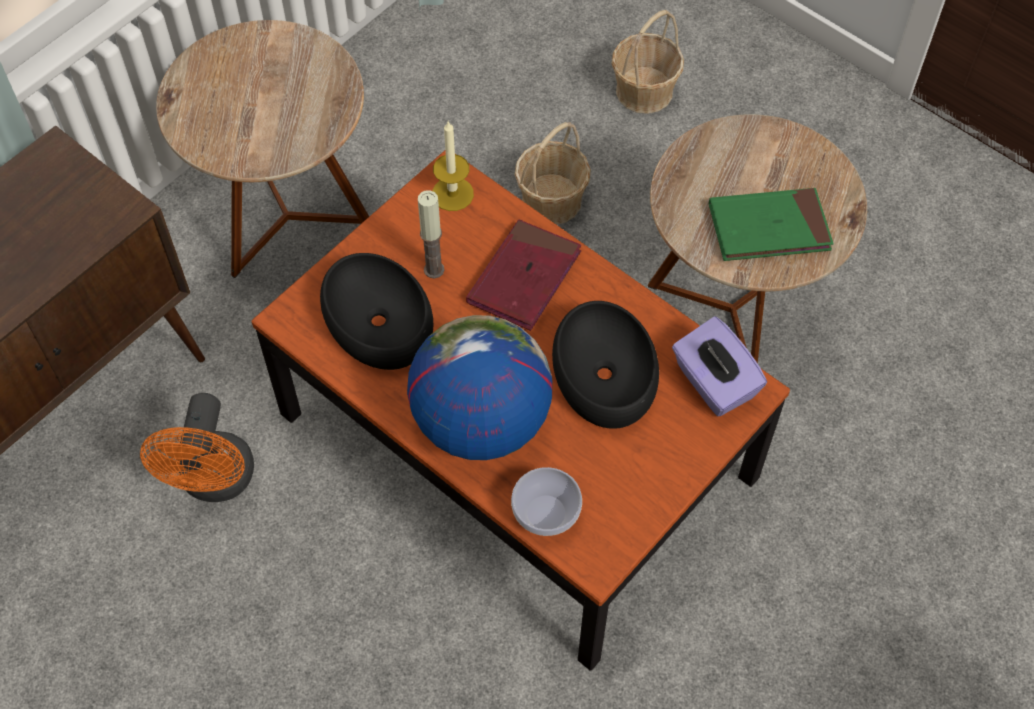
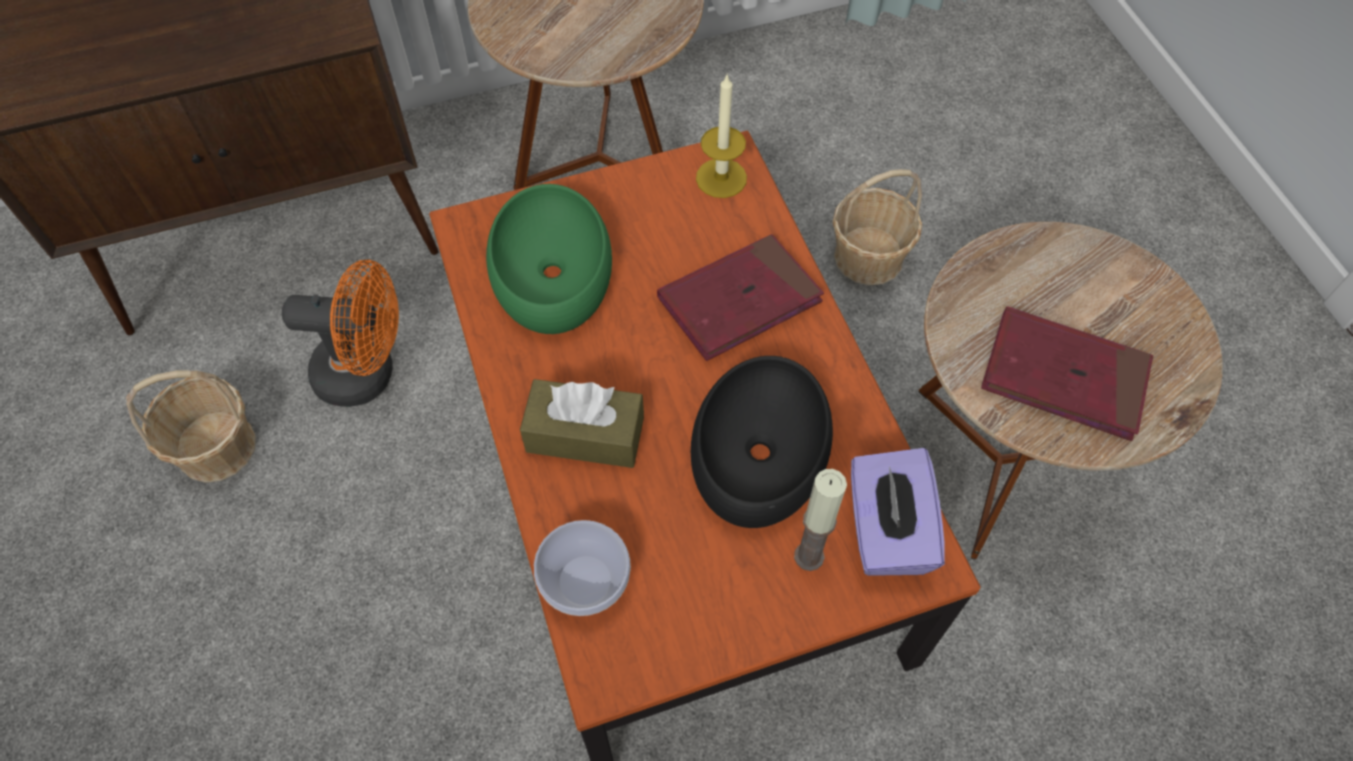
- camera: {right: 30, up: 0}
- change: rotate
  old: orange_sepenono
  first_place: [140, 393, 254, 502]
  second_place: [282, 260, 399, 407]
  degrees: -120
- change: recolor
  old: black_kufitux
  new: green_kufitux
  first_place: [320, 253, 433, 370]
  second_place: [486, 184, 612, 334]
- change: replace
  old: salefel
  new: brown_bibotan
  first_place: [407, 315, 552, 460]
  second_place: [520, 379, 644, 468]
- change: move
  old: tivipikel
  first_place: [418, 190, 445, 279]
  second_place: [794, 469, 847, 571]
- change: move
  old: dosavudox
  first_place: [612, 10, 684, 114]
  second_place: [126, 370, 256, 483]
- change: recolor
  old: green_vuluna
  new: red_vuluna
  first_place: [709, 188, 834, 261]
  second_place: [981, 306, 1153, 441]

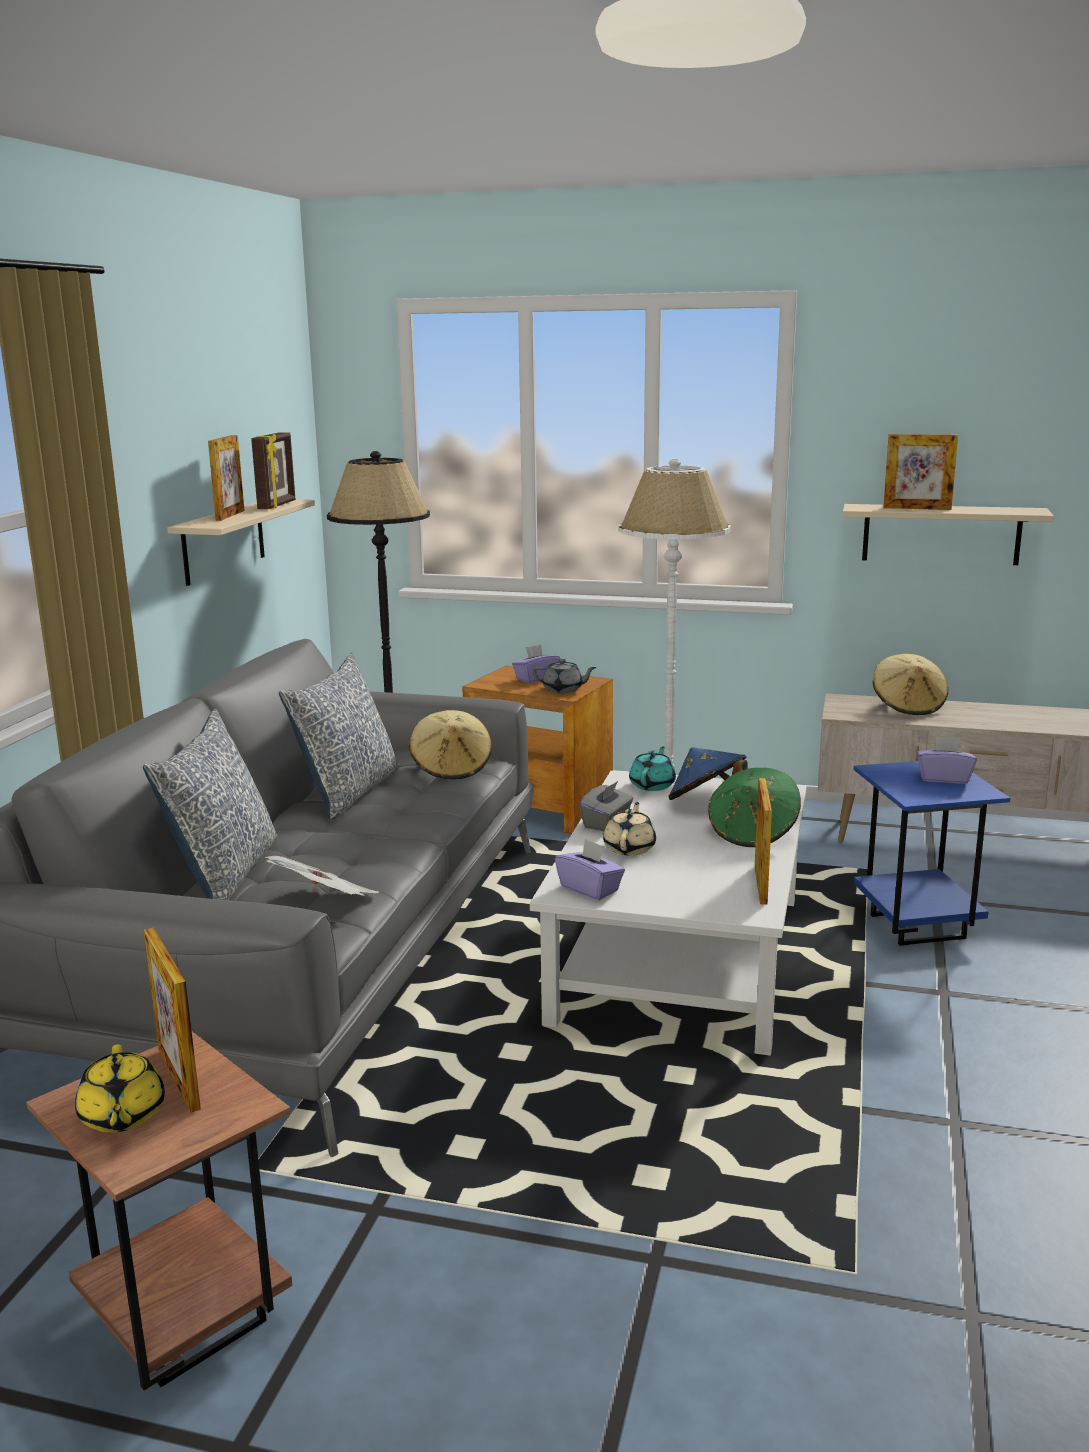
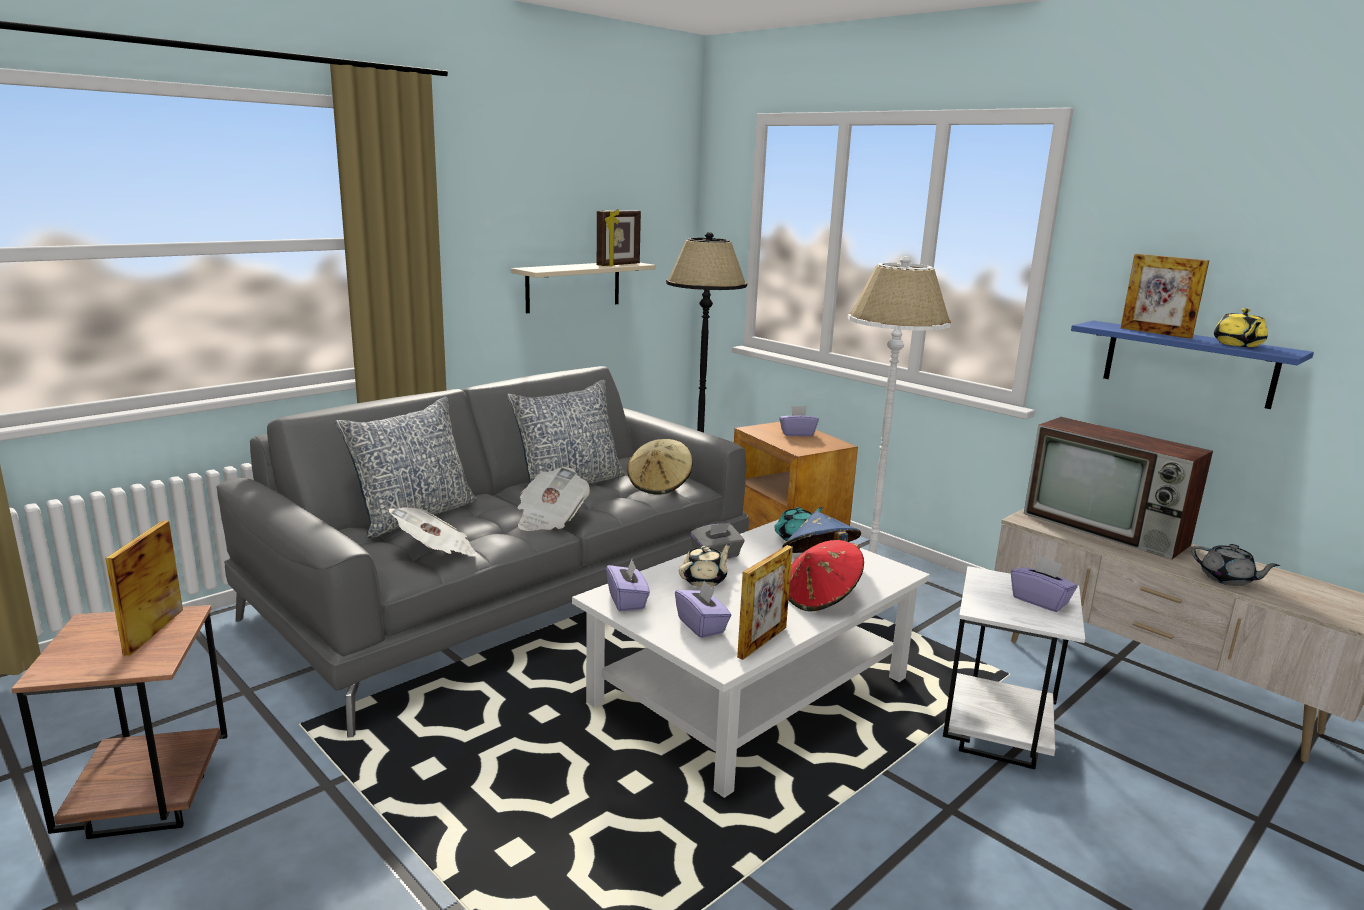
- camera: {right: 30, up: 0}
- change: move
  old: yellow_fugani
  first_place: [75, 1044, 165, 1133]
  second_place: [1214, 308, 1268, 347]
- change: delete
  old: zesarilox
  first_place: [208, 435, 245, 521]
- change: move
  old: grey_fugani
  first_place: [533, 659, 597, 693]
  second_place: [1191, 544, 1280, 586]
- change: recolor
  old: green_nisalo
  new: red_nisalo
  first_place: [708, 768, 801, 847]
  second_place: [788, 540, 864, 612]
- change: recolor
  old: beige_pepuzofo
  new: blue_pepuzofo
  first_place: [842, 504, 1054, 565]
  second_place: [1071, 320, 1314, 409]
- change: recolor
  old: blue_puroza
  new: white_puroza
  first_place: [854, 761, 1010, 946]
  second_place: [943, 566, 1085, 769]
- change: replace
  old: beige_nisalo
  new: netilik
  first_place: [873, 654, 948, 715]
  second_place: [1024, 417, 1213, 560]
- change: insert
  new: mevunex
  second_place: [517, 467, 590, 531]
- change: insert
  new: purple_bibotan
  second_place: [675, 581, 731, 638]

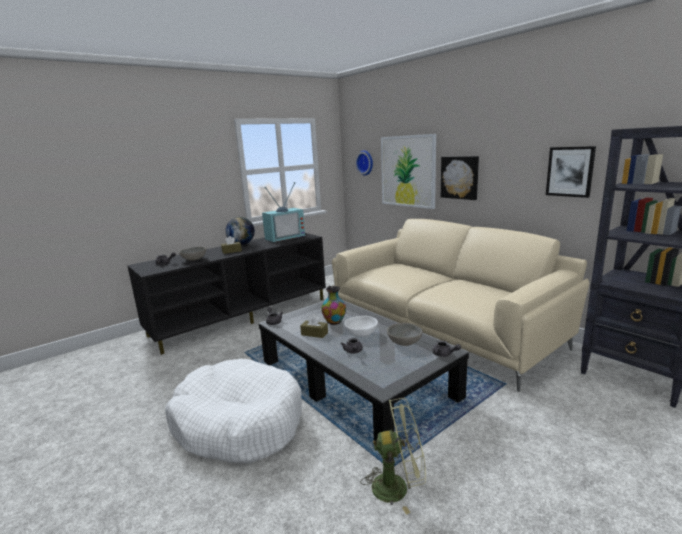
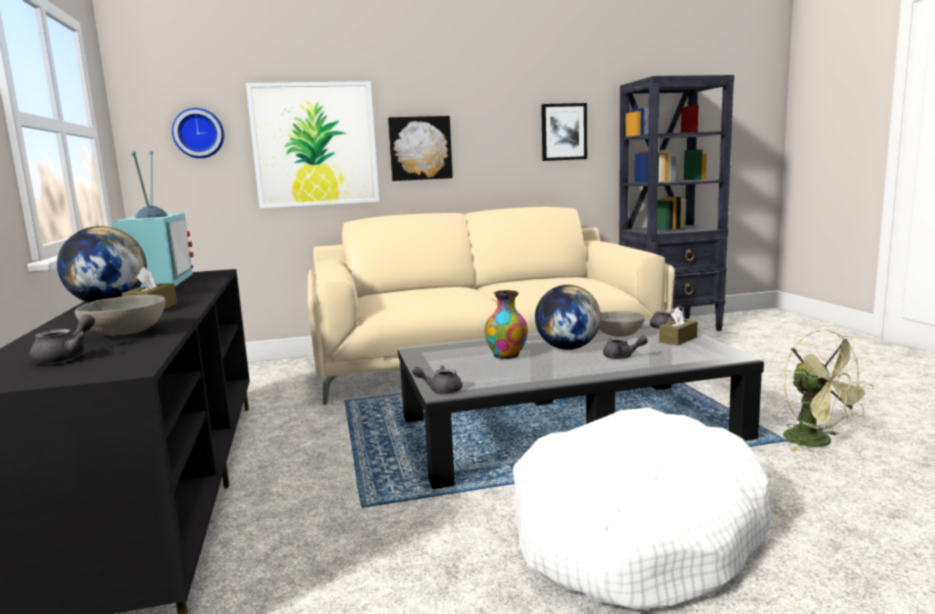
- camera: {right: -65, up: -5}
- change: move
  old: brown_bibotan
  first_place: [300, 314, 328, 338]
  second_place: [659, 307, 697, 346]
- change: replace
  old: white_kufitux
  new: salefel
  first_place: [344, 316, 378, 337]
  second_place: [535, 285, 601, 350]
- change: rotate
  old: green_sepenono
  first_place: [361, 398, 426, 515]
  second_place: [783, 330, 874, 452]
  degrees: 135

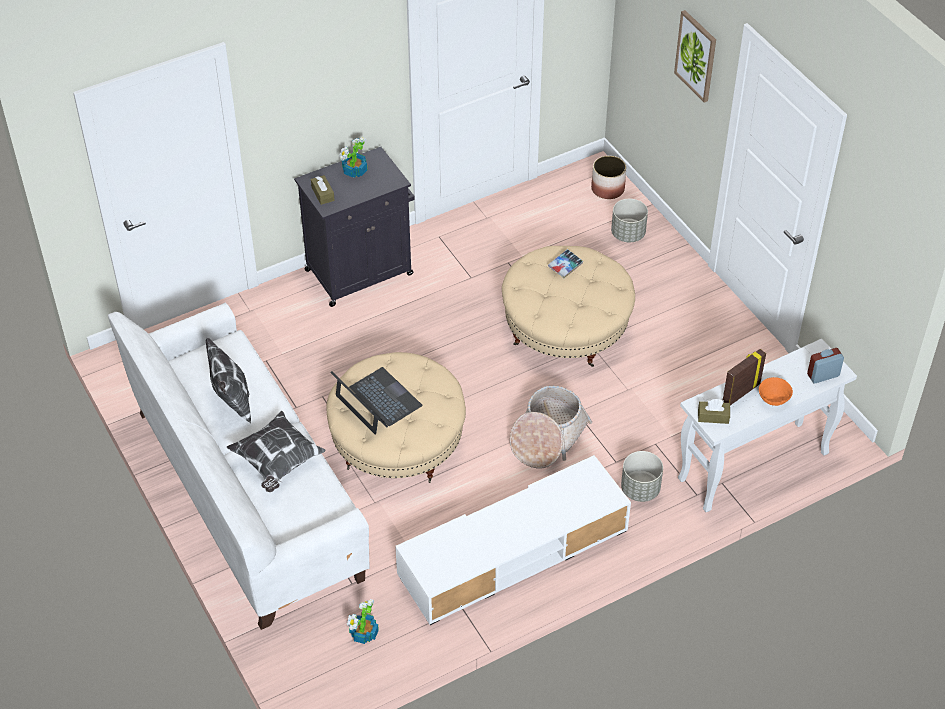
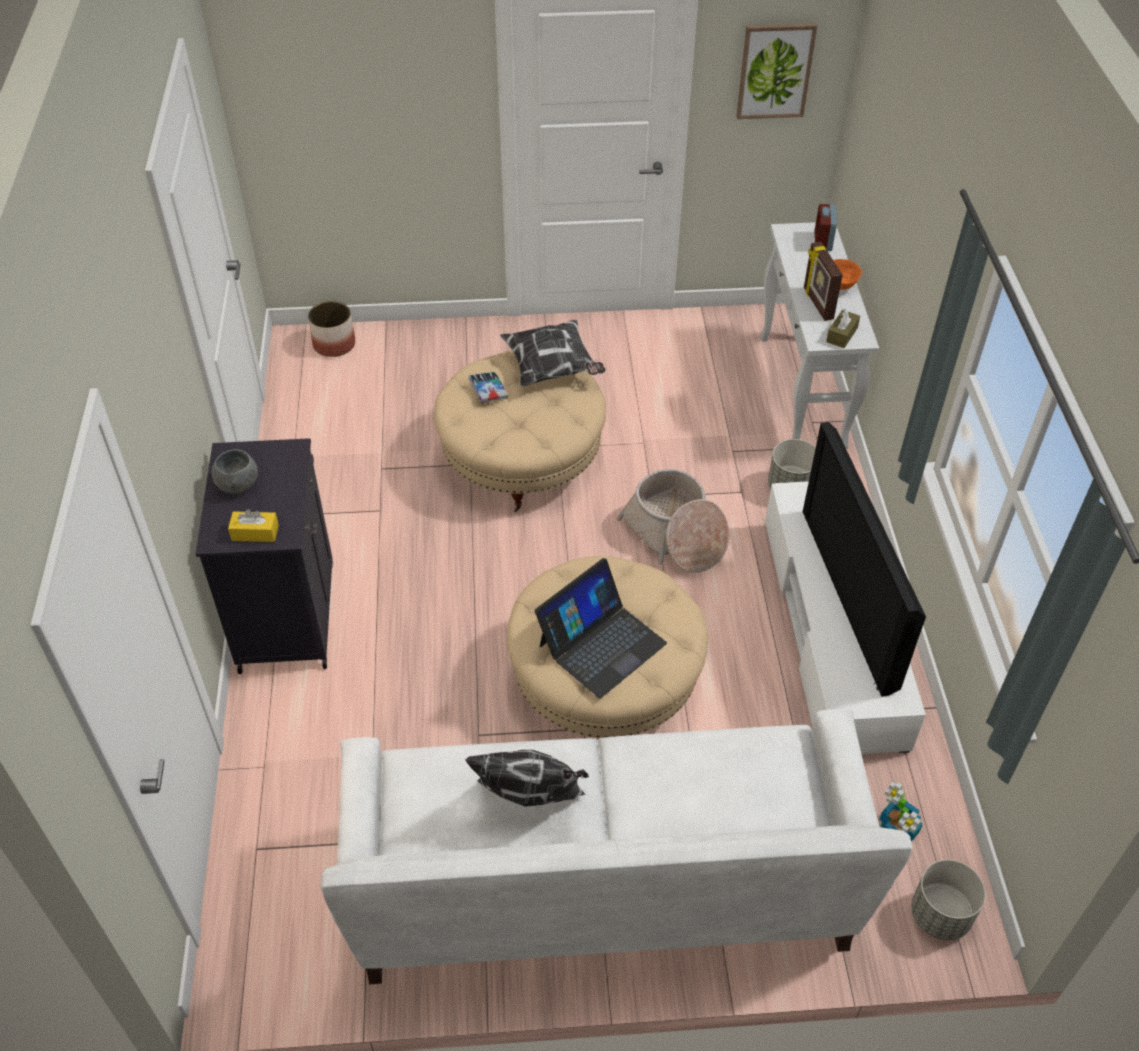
- camera: {right: -65, up: 0}
- change: move
  old: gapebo
  first_place: [227, 411, 325, 492]
  second_place: [500, 320, 606, 387]
- change: recolor
  old: brown_bibotan
  new: yellow_bibotan
  first_place: [311, 175, 335, 205]
  second_place: [228, 509, 279, 542]
- change: rotate
  old: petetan
  first_place: [330, 367, 423, 435]
  second_place: [535, 558, 667, 698]
  degrees: 150
- change: replace
  old: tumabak
  new: grey_kufitux
  first_place: [339, 137, 367, 178]
  second_place: [212, 449, 258, 494]
- change: move
  old: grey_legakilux
  first_place: [611, 199, 648, 242]
  second_place: [911, 860, 986, 940]
- change: move
  old: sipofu
  first_place: [674, 10, 716, 103]
  second_place: [736, 23, 817, 119]
- change: insert
  new: netilik
  second_place: [803, 422, 926, 697]

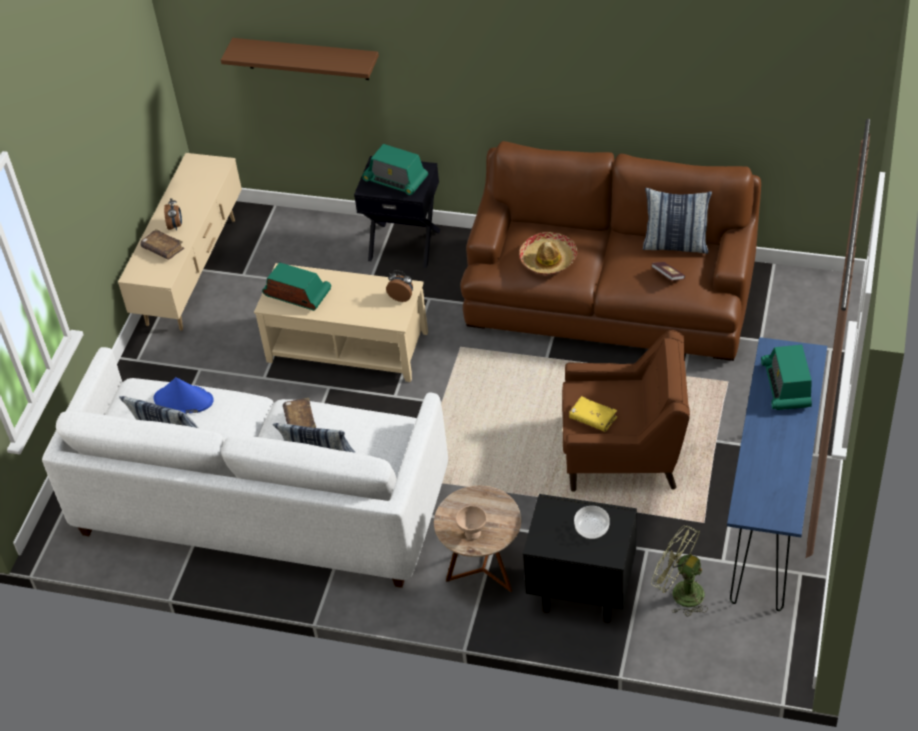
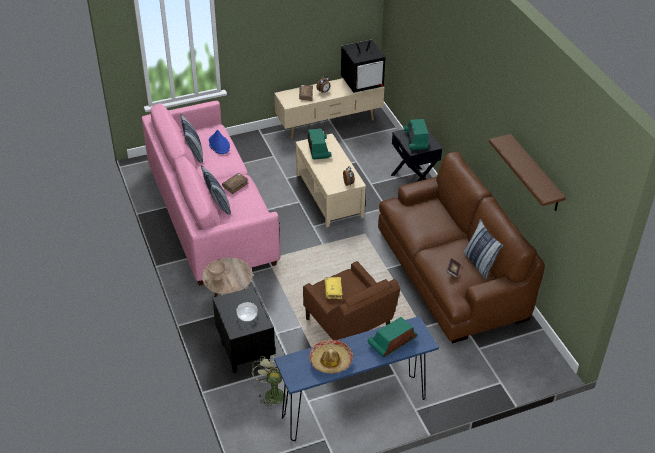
- camera: {right: 50, up: -5}
- change: recolor
  old: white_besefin
  new: pink_besefin
  first_place: [42, 347, 448, 588]
  second_place: [142, 101, 281, 286]
- change: move
  old: brown_pepuzofo
  first_place: [221, 38, 379, 80]
  second_place: [489, 134, 566, 211]
- change: move
  old: nisalo
  first_place: [519, 232, 577, 275]
  second_place: [309, 340, 353, 374]
- change: insert
  new: netilik
  second_place: [341, 40, 385, 93]

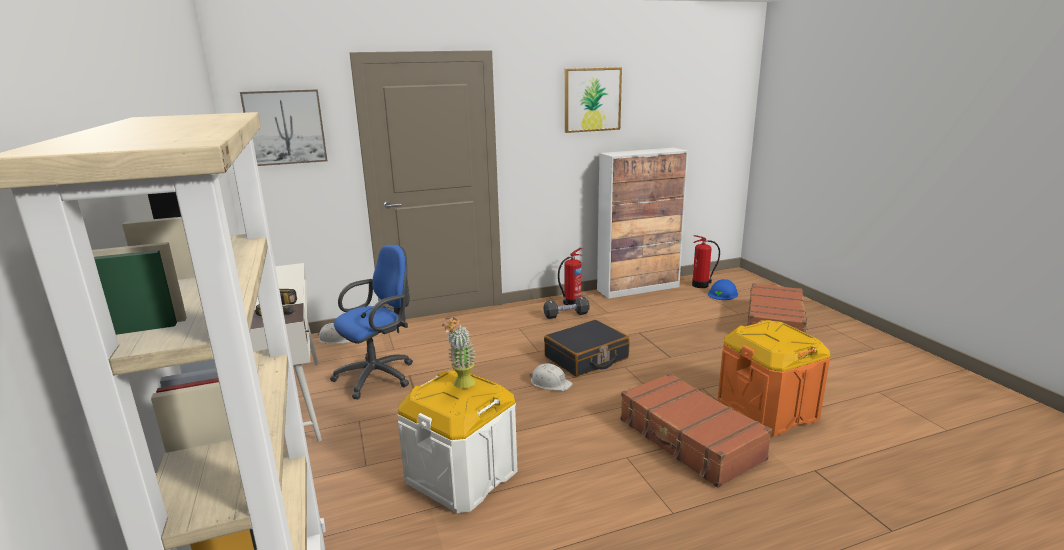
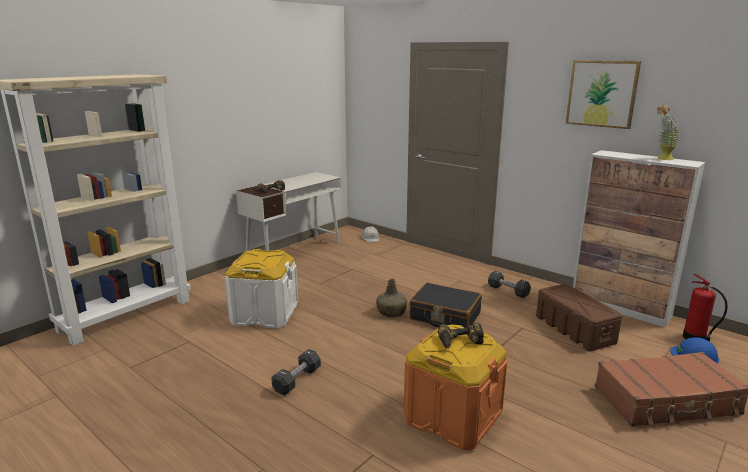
- camera: {right: 60, up: 0}
- change: delete
  old: sipofu
  first_place: [240, 89, 327, 166]
- change: delete
  old: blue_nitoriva
  first_place: [330, 245, 413, 399]
- change: move
  old: tumabak
  first_place: [442, 316, 476, 388]
  second_place: [657, 105, 680, 160]
- change: replace
  old: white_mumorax
  new: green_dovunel
  first_place: [529, 363, 573, 391]
  second_place: [376, 279, 407, 317]
- change: delete
  old: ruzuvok
  first_place: [558, 248, 582, 305]
- change: delete
  old: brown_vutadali
  first_place: [621, 373, 772, 488]
- change: insert
  new: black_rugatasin
  second_place: [271, 349, 321, 395]
- change: insert
  new: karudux
  second_place: [438, 323, 484, 348]
- change: insert
  new: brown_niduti
  second_place: [536, 284, 622, 351]

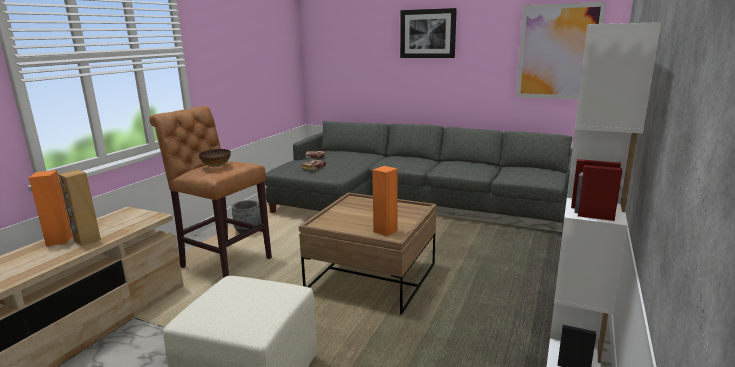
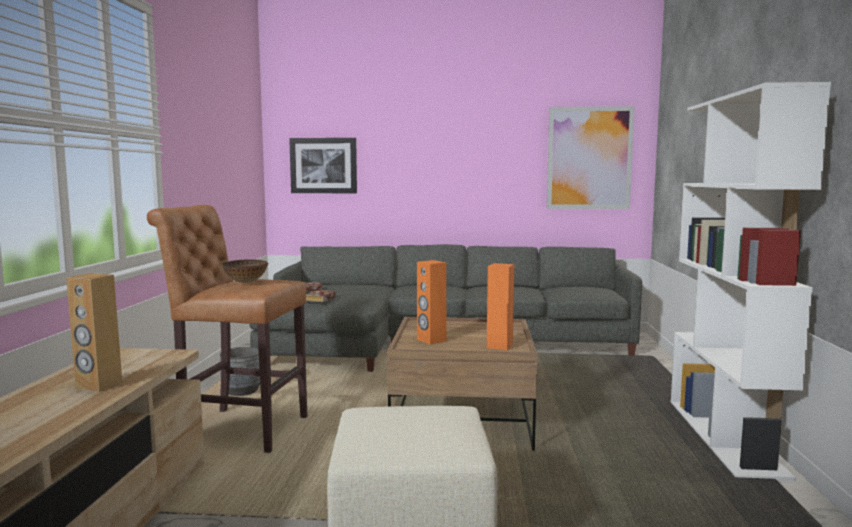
- camera: {right: -20, up: -10}
- change: move
  old: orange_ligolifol
  first_place: [29, 170, 72, 246]
  second_place: [417, 260, 446, 345]
- change: move
  old: sipofu
  first_place: [400, 8, 457, 58]
  second_place: [289, 138, 357, 193]

